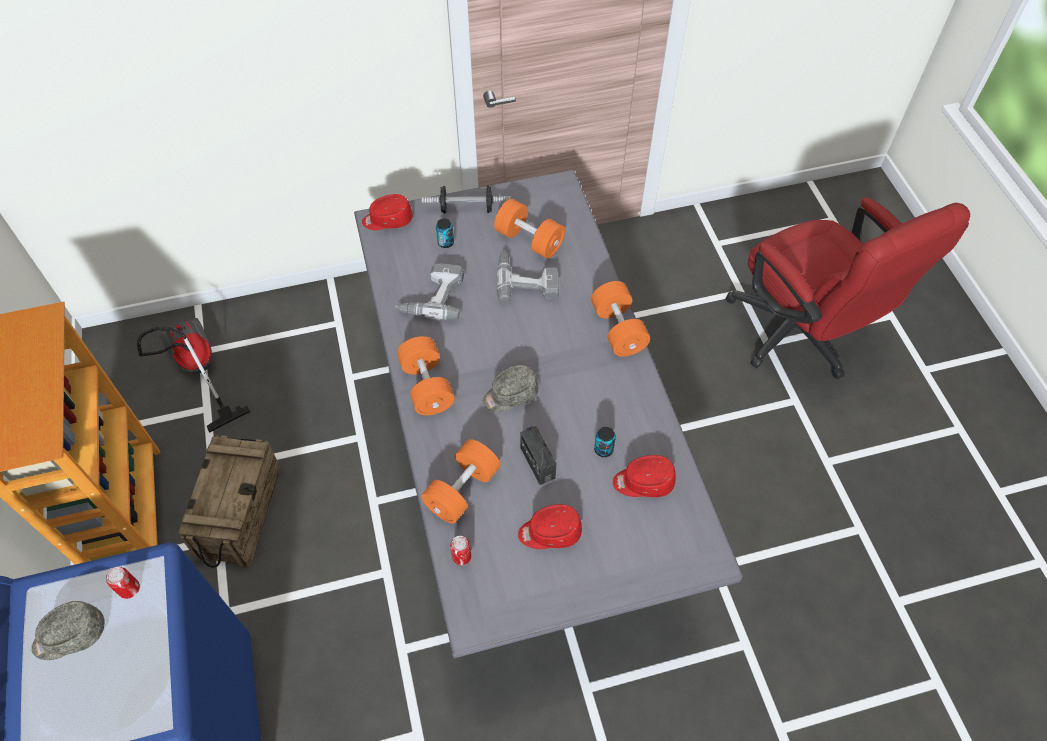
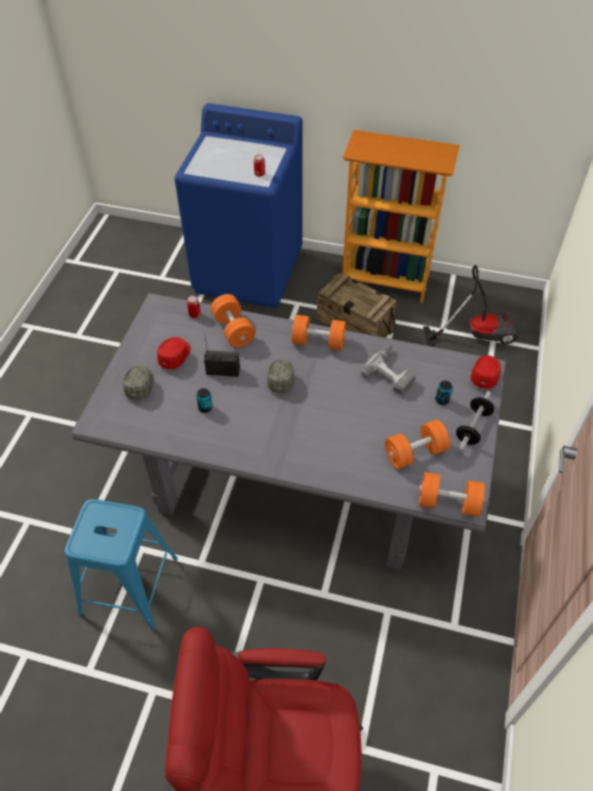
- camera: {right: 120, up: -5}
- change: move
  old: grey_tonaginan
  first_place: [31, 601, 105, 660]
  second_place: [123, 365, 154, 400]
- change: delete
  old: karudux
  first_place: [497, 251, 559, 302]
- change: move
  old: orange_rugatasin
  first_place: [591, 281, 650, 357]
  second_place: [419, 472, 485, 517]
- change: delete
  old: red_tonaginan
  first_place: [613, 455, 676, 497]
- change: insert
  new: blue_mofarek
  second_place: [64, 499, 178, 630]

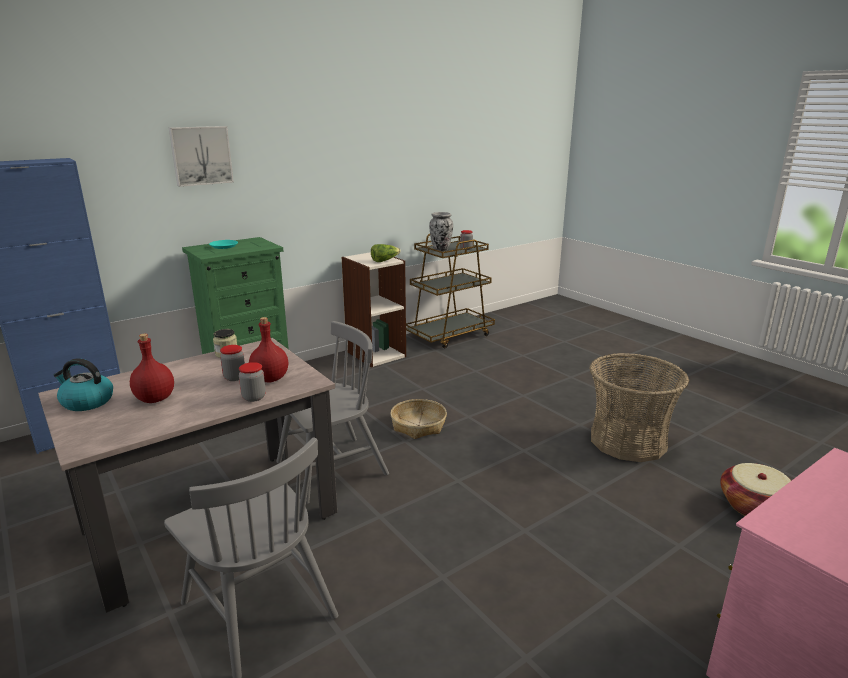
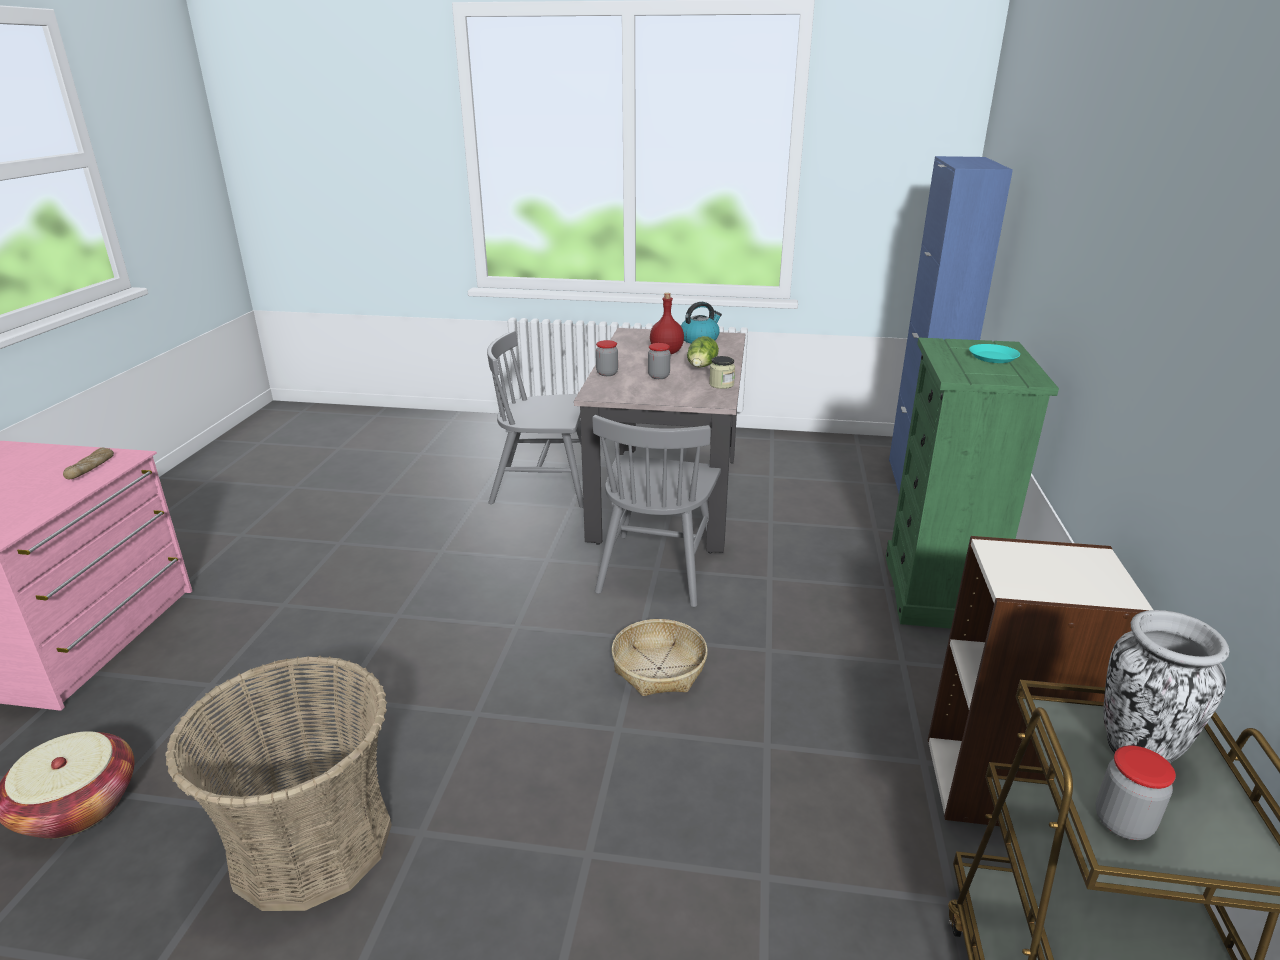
- camera: {right: 135, up: 5}
- change: delete
  old: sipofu
  first_place: [169, 126, 234, 187]
- change: delete
  old: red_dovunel
  first_place: [249, 317, 288, 382]
- change: move
  old: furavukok
  first_place: [371, 244, 401, 262]
  second_place: [687, 336, 719, 367]
- change: insert
  new: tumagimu
  second_place: [63, 448, 114, 479]

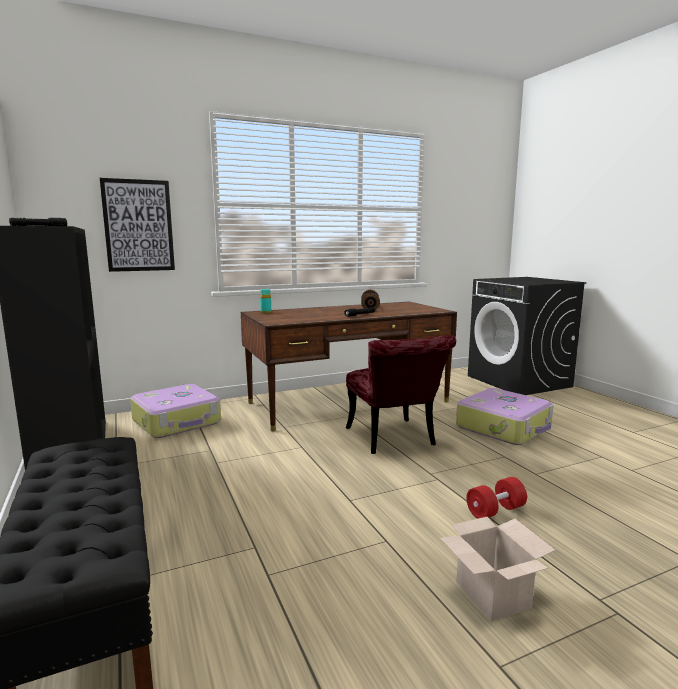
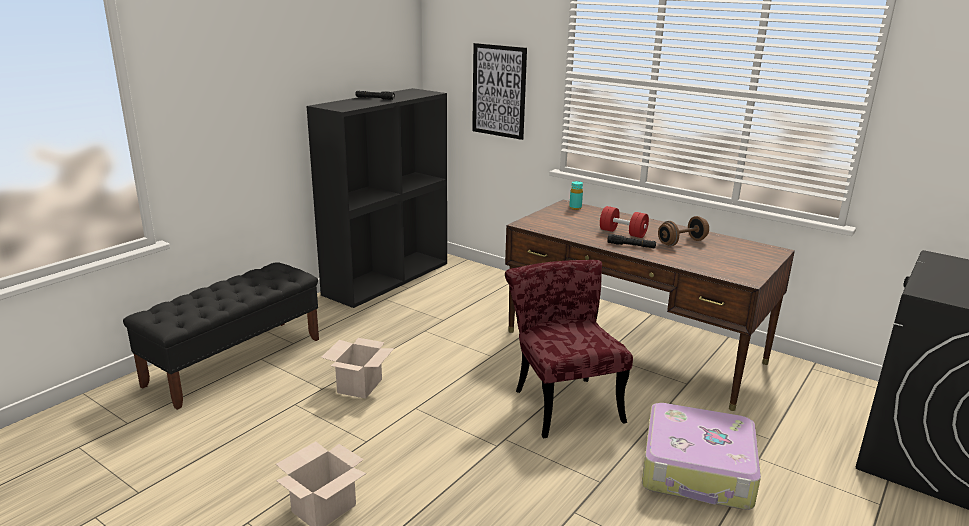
- camera: {right: 60, up: 10}
- change: delete
  old: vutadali
  first_place: [130, 384, 221, 438]
- change: rotate
  old: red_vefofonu
  first_place: [346, 335, 456, 454]
  second_place: [505, 260, 633, 438]
  degrees: 120
- change: move
  old: red_rugatasin
  first_place: [466, 477, 527, 519]
  second_place: [600, 206, 649, 238]
- change: insert
  new: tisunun
  second_place: [321, 338, 394, 399]

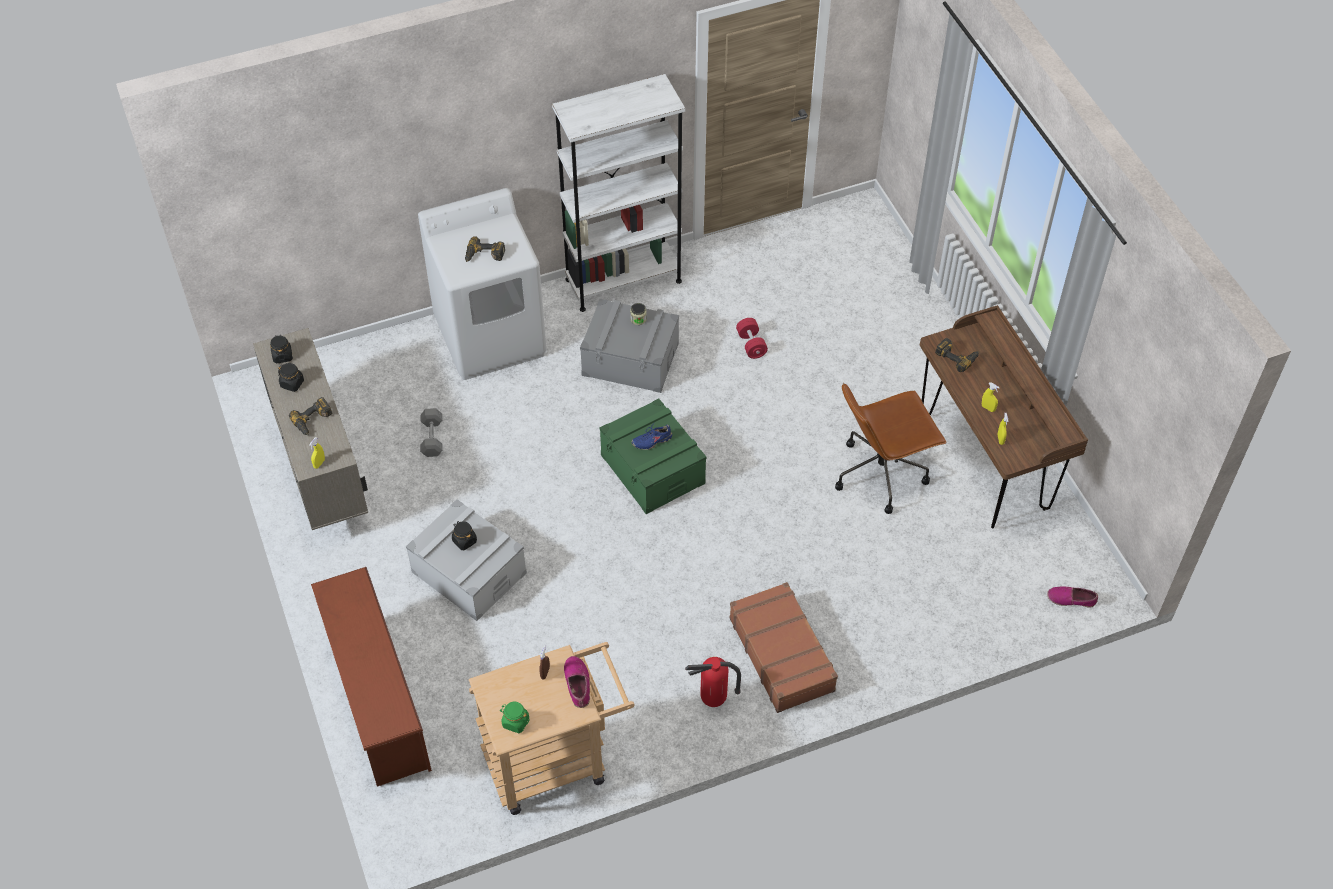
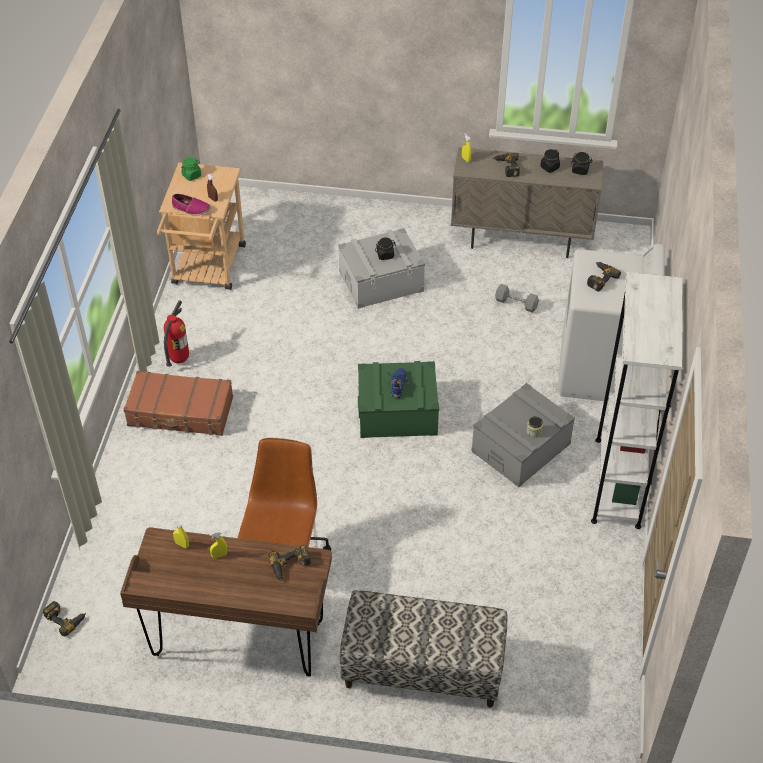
- camera: {right: 120, up: -5}
- change: delete
  old: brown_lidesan
  first_place: [311, 567, 432, 787]
- change: delete
  old: red_rugatasin
  first_place: [736, 318, 768, 359]
- change: replace
  old: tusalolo
  new: karudux
  first_place: [1047, 586, 1098, 608]
  second_place: [43, 601, 86, 636]
- change: insert
  new: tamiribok
  second_place: [339, 590, 507, 708]

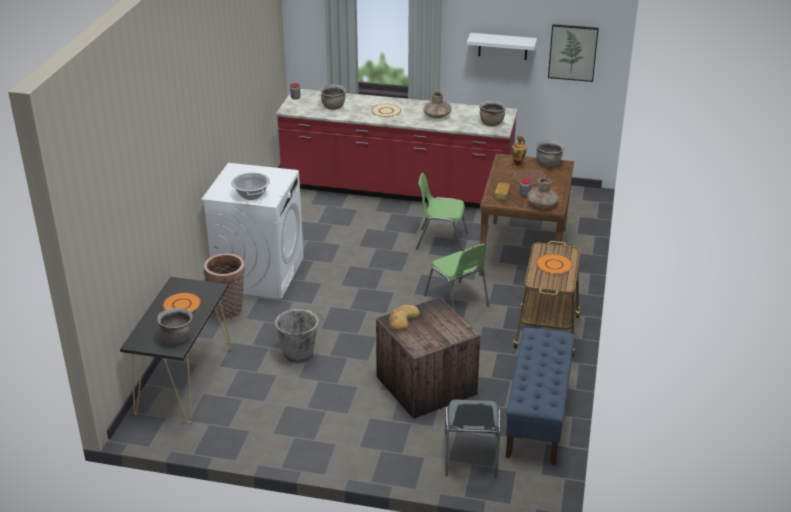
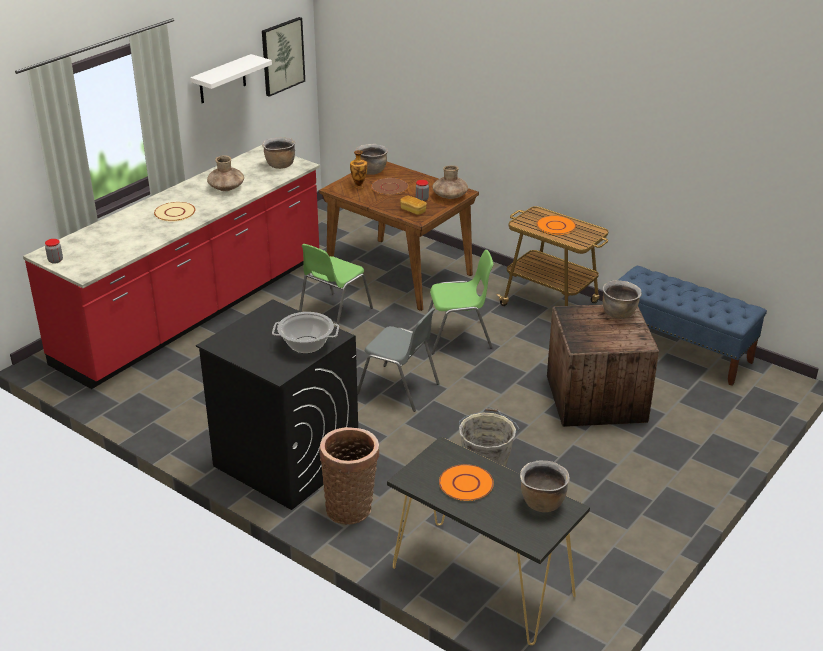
- camera: {right: -65, up: 0}
- change: recolor
  old: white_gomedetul
  new: black_gomedetul
  first_place: [201, 163, 304, 299]
  second_place: [196, 299, 358, 510]
- change: move
  old: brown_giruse
  first_place: [320, 84, 346, 110]
  second_place: [603, 280, 642, 319]
- change: delete
  old: tumagimu
  first_place: [389, 305, 420, 330]
- change: move
  old: grey_vefofonu
  first_place: [445, 400, 501, 478]
  second_place: [357, 308, 440, 412]

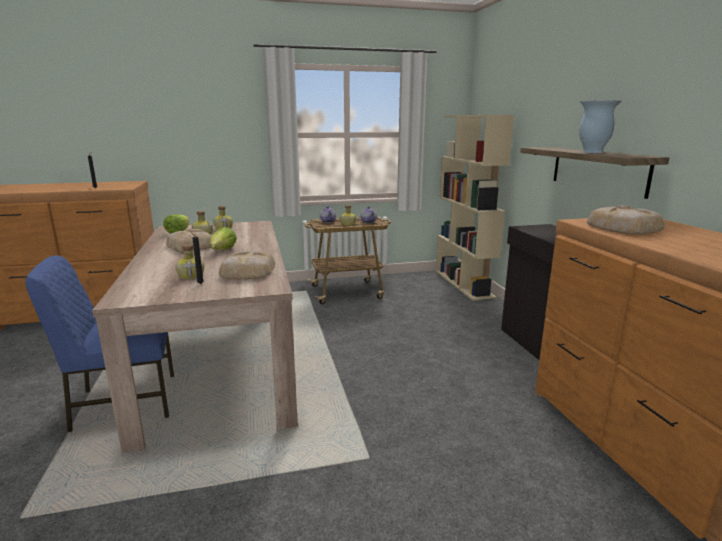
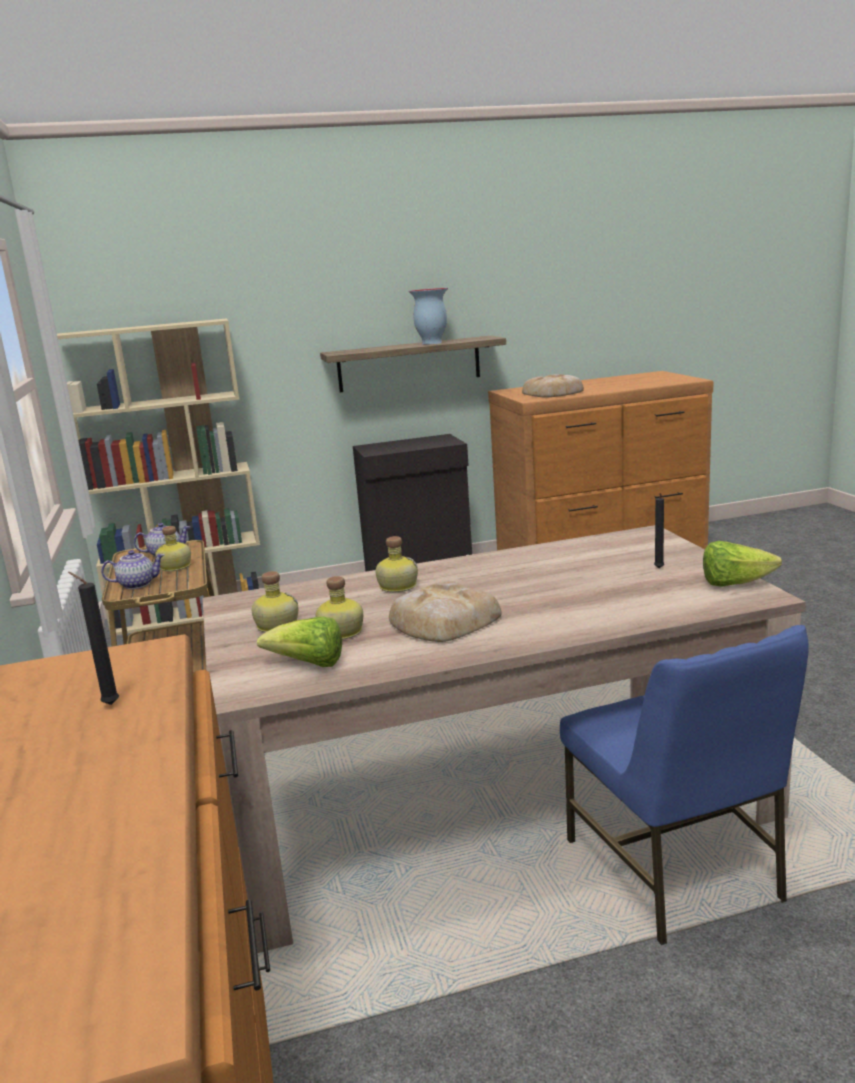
- camera: {right: -90, up: 0}
- change: move
  old: dovunel
  first_place: [176, 244, 204, 280]
  second_place: [375, 536, 418, 592]
- change: move
  old: furavukok
  first_place: [210, 227, 237, 250]
  second_place: [703, 540, 782, 587]
- change: delete
  old: tumagimu
  first_place: [219, 251, 275, 279]

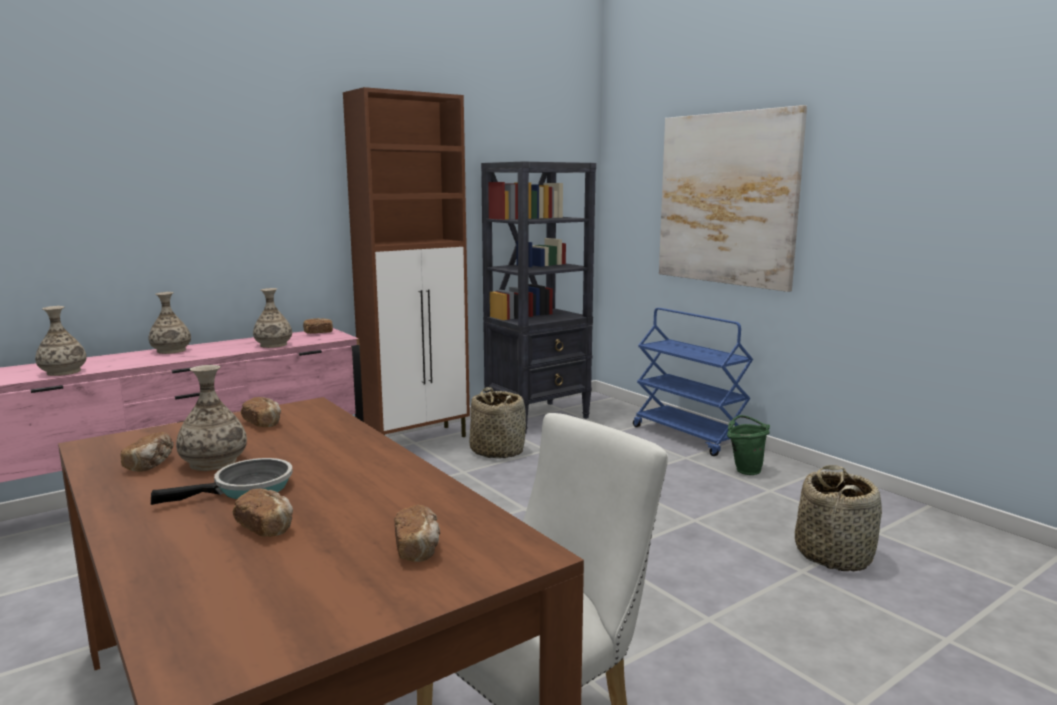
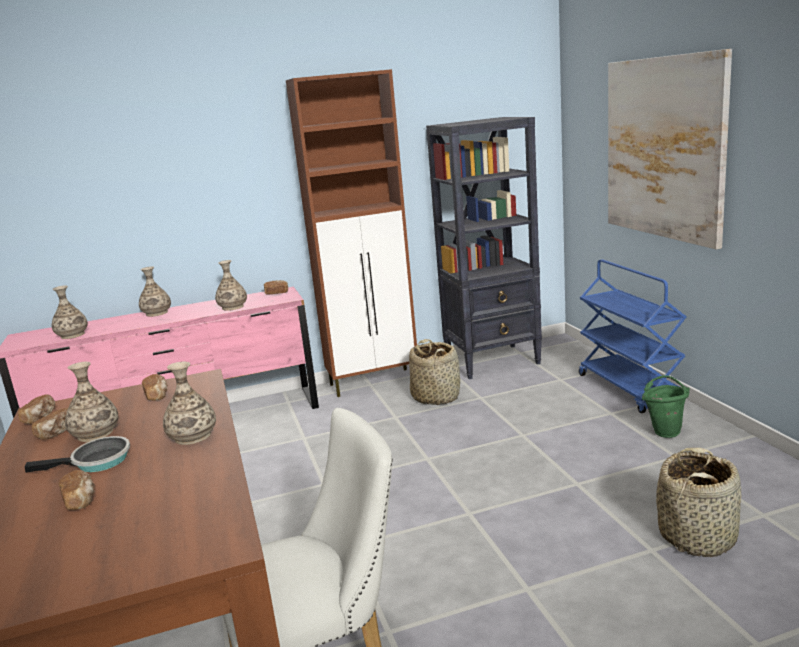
- camera: {right: 20, up: 5}
- change: move
  old: tumagimu
  first_place: [394, 505, 440, 562]
  second_place: [18, 394, 55, 424]
- change: insert
  new: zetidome
  second_place: [163, 362, 216, 445]

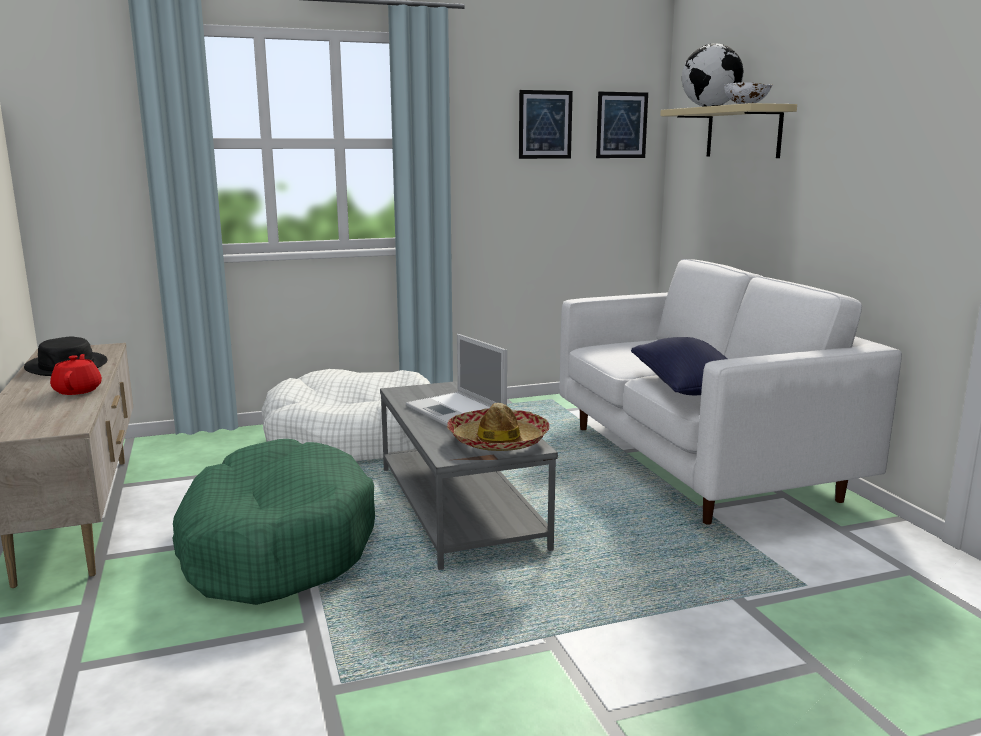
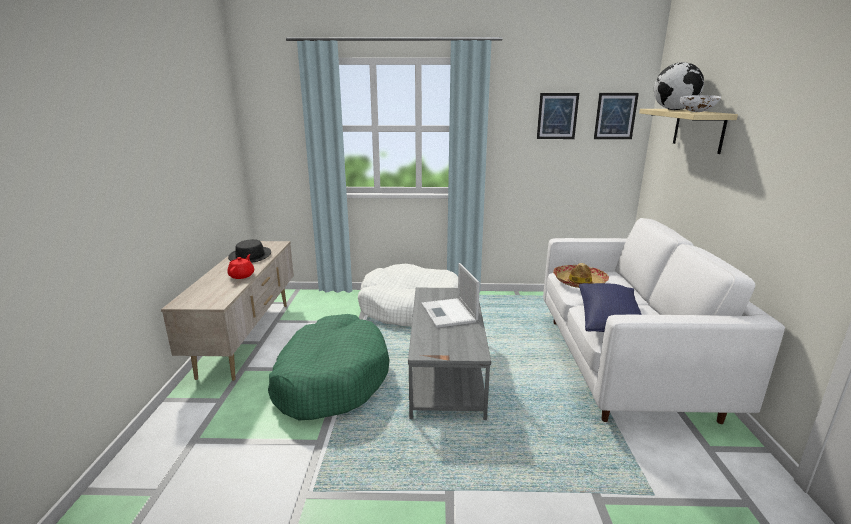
- camera: {right: 20, up: 5}
- change: move
  old: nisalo
  first_place: [447, 403, 550, 451]
  second_place: [553, 263, 609, 288]

